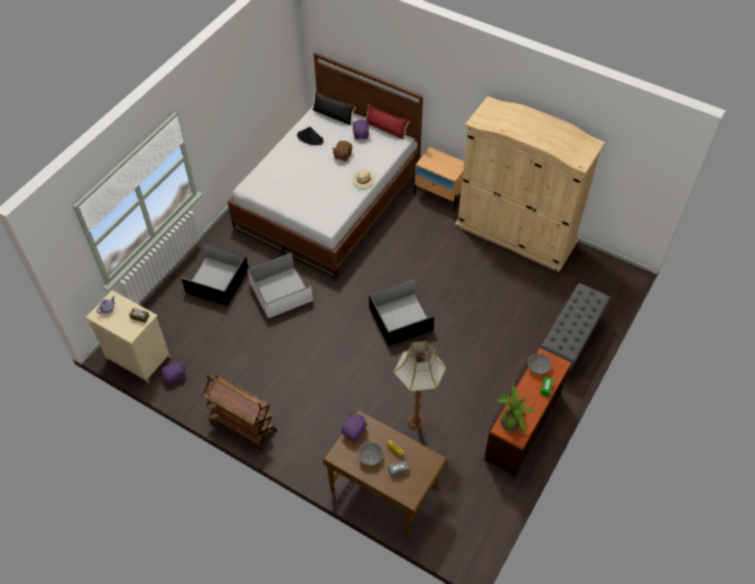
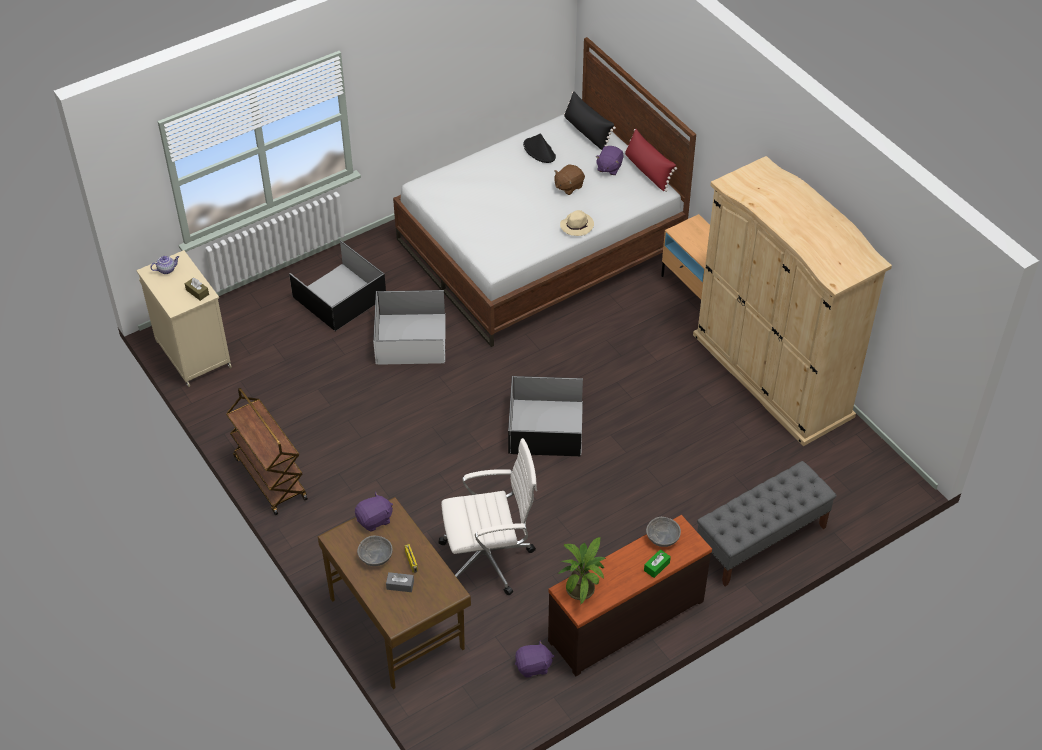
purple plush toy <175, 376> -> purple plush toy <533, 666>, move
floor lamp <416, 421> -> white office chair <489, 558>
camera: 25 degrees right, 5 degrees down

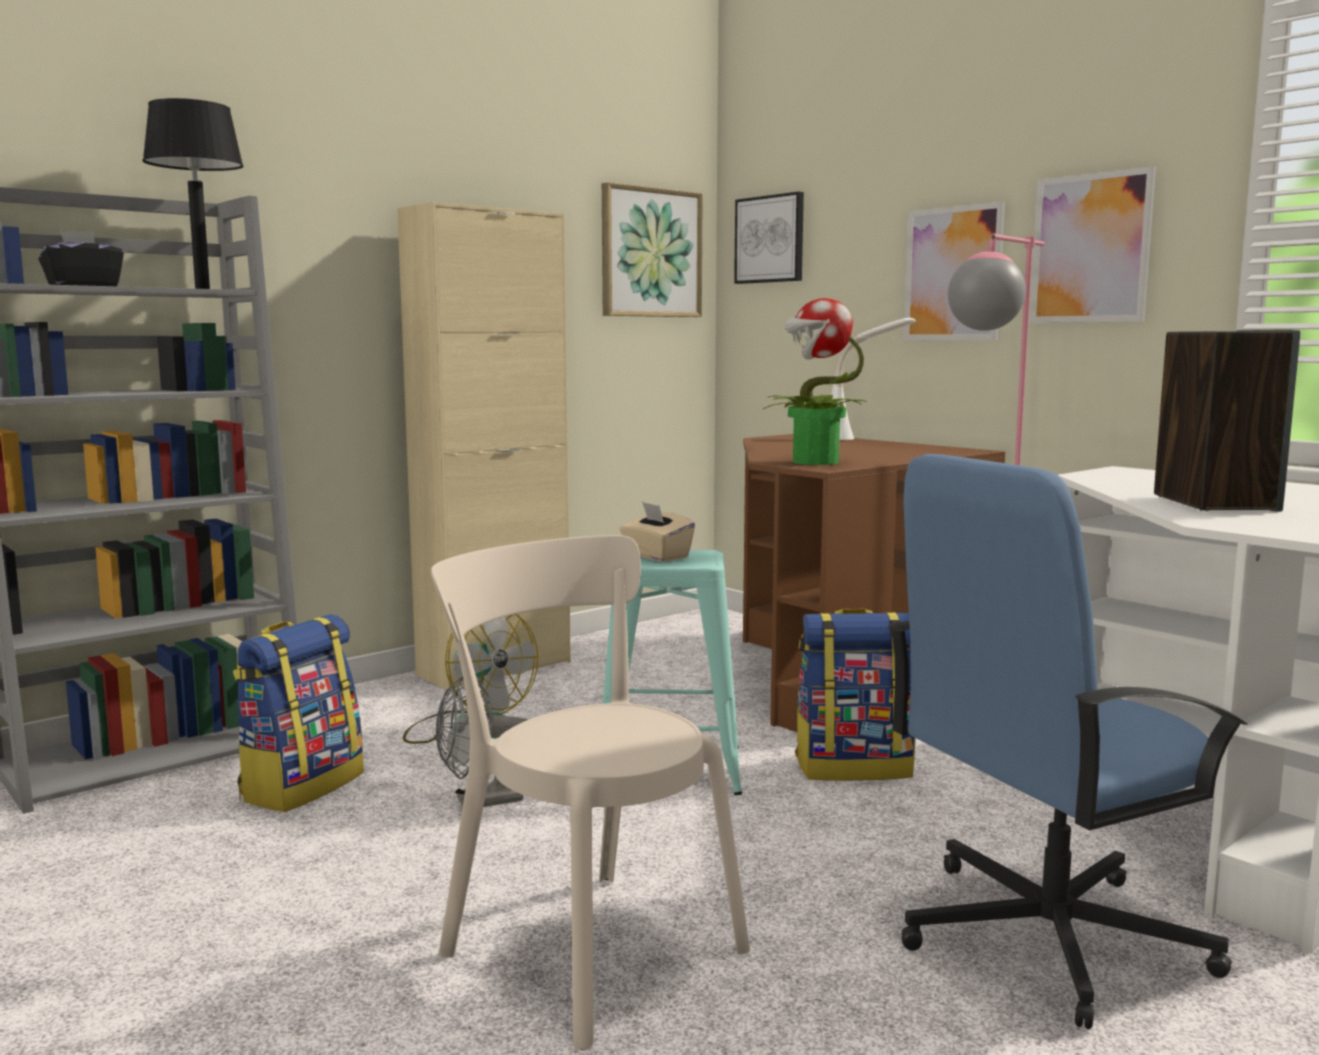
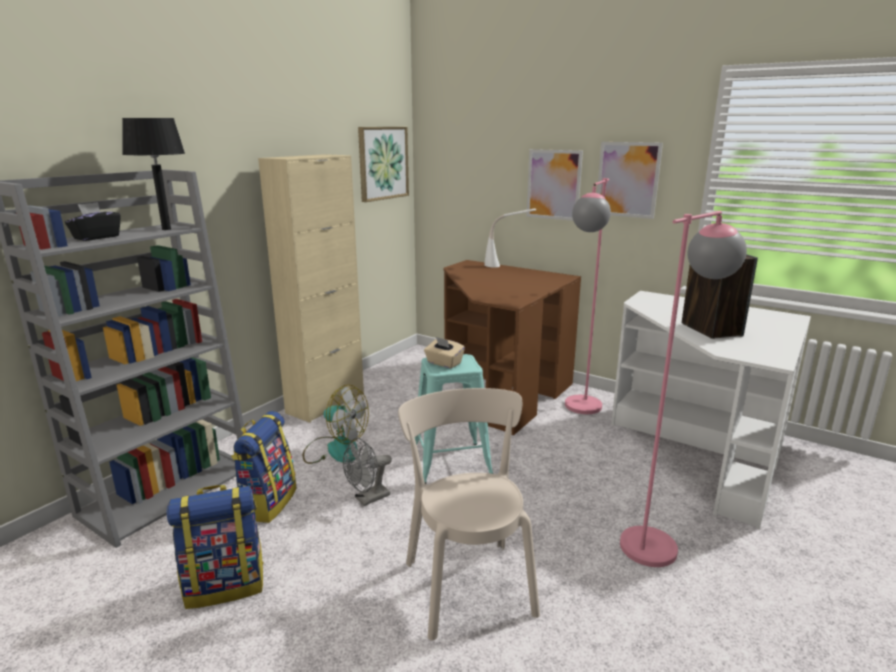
picture <770, 239> -> none
potted plant <813, 462> -> none
backpack <854, 767> -> backpack <226, 585>, move
blue office chair <1045, 936> -> pink floor lamp <658, 538>
beige chair <585, 946> -> beige chair <467, 582>, 45 degrees clockwise
camera: 15 degrees left, 10 degrees up

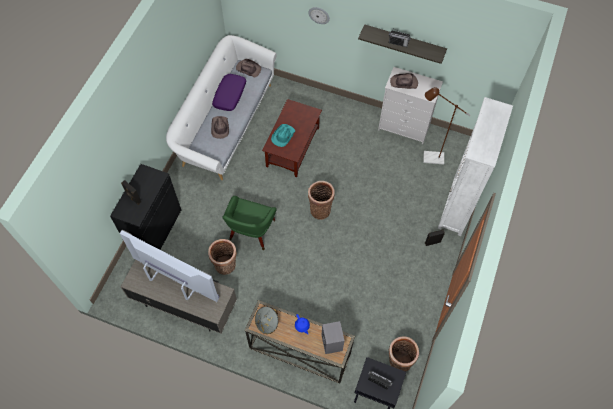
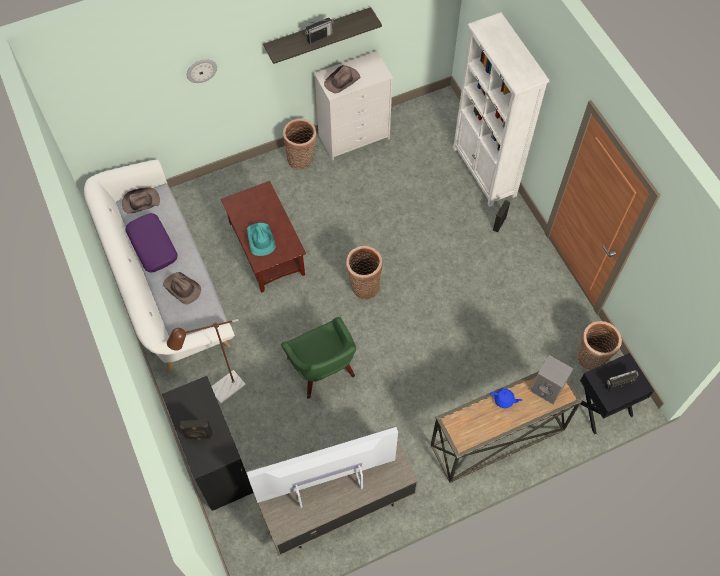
grey hat <267, 323> -> none
basket <225, 266> -> basket <302, 160>, move
brown floor lamp <429, 157> -> brown floor lamp <222, 391>, move
camera: 45 degrees left, 0 degrees up

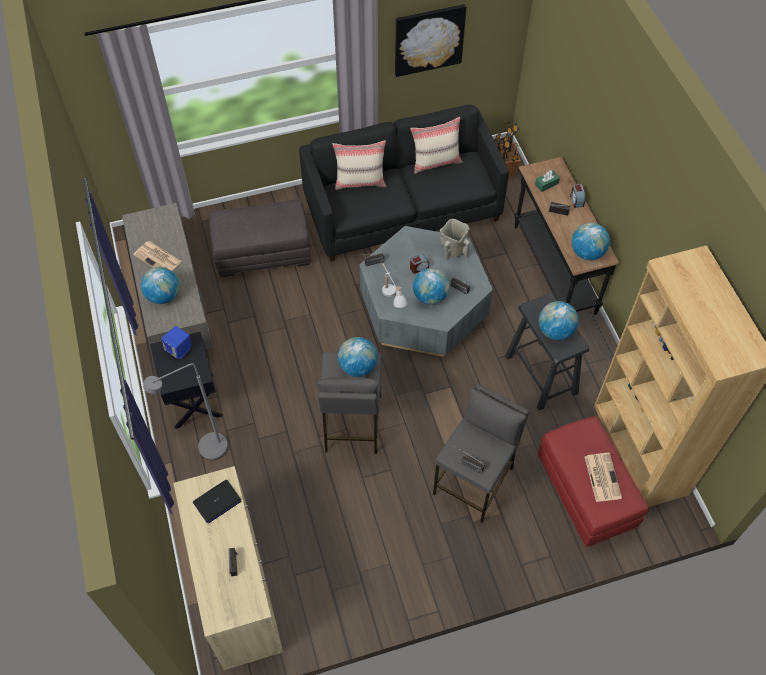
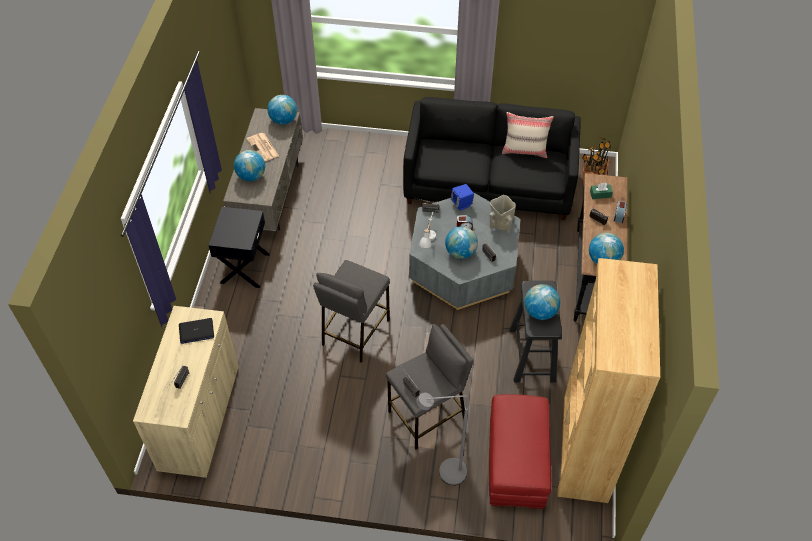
grey ottoman <262, 253> -> none
beige pillow <360, 182> -> none
picture <428, 39> -> none
newspaper <602, 476> -> none
grey floor lamp <205, 451> -> grey floor lamp <445, 473>, move
blue speaker <179, 349> -> blue speaker <462, 204>, move
globe <358, 366> -> globe <283, 120>, move
camera: 25 degrees right, 5 degrees down

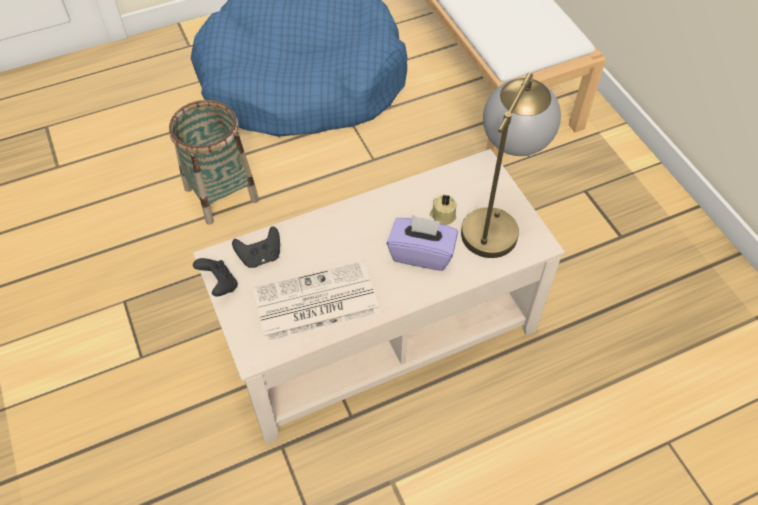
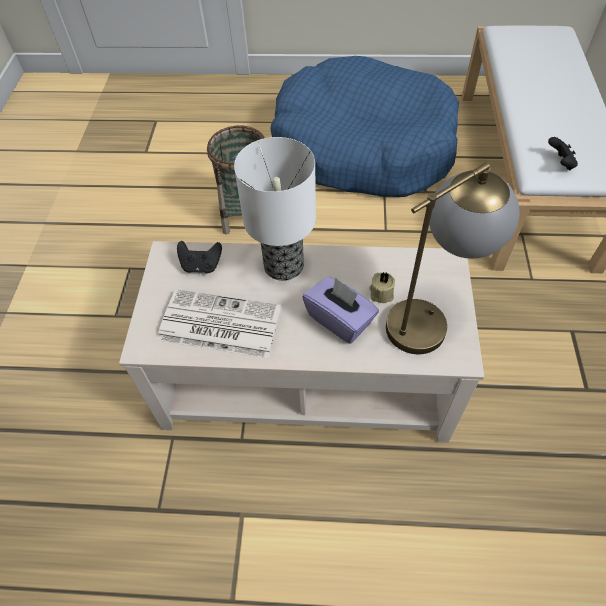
none -> table lamp <285, 266>
black game controller <219, 284> -> black game controller <560, 163>, move
camera: 30 degrees right, 0 degrees up

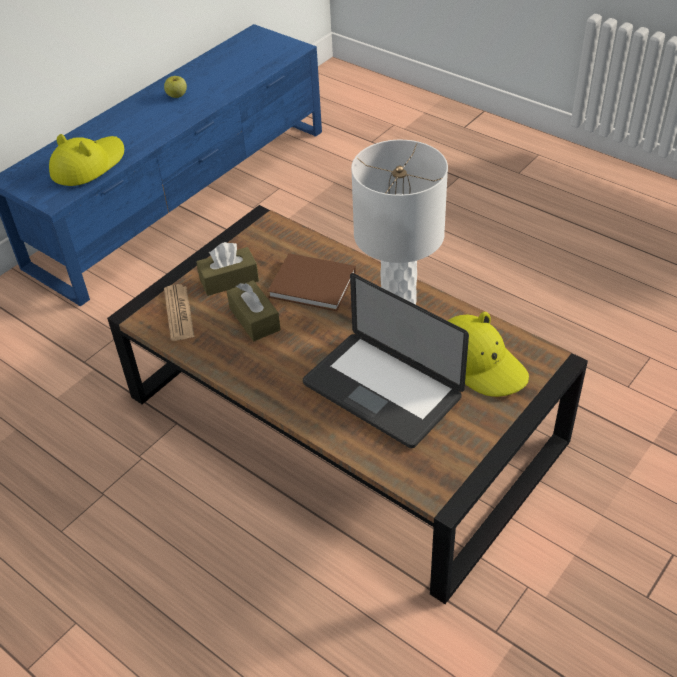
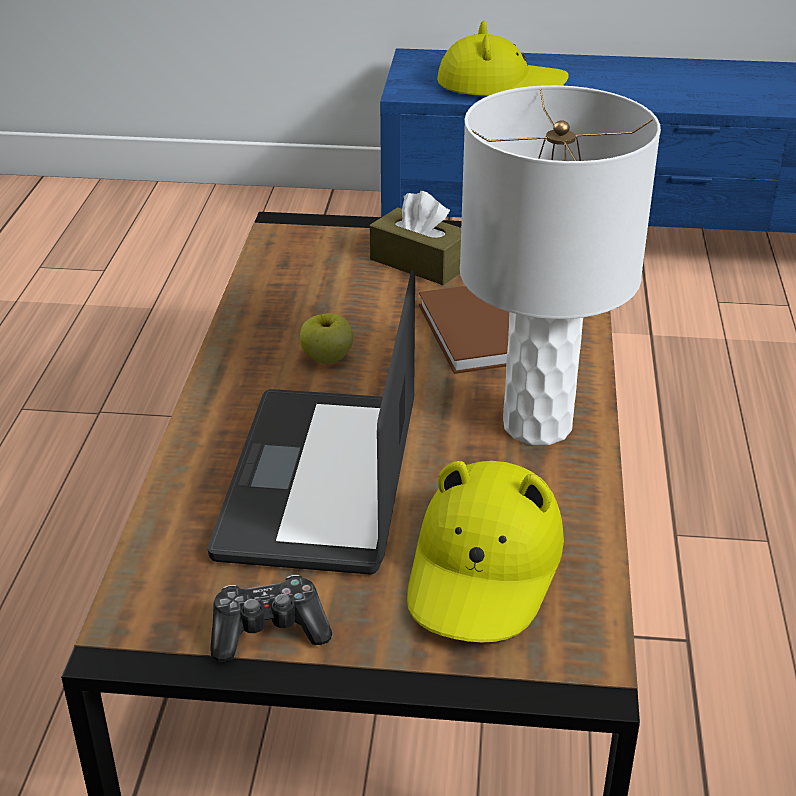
newspaper <179, 313> -> none
brown tissue box <254, 319> -> none
none -> game controller <268, 630>
apple <177, 96> -> apple <327, 358>, move
camera: 55 degrees right, 10 degrees down

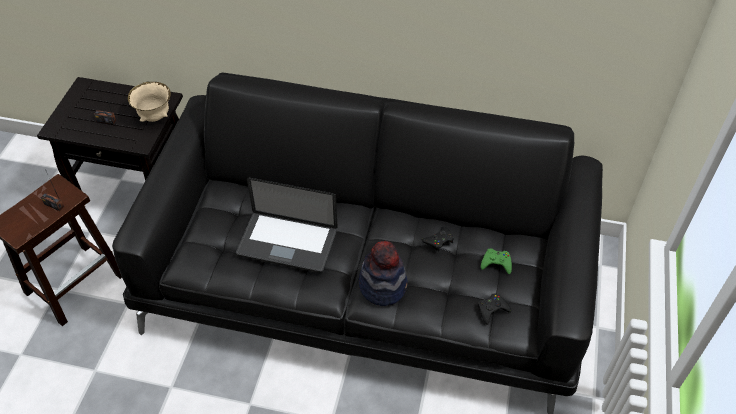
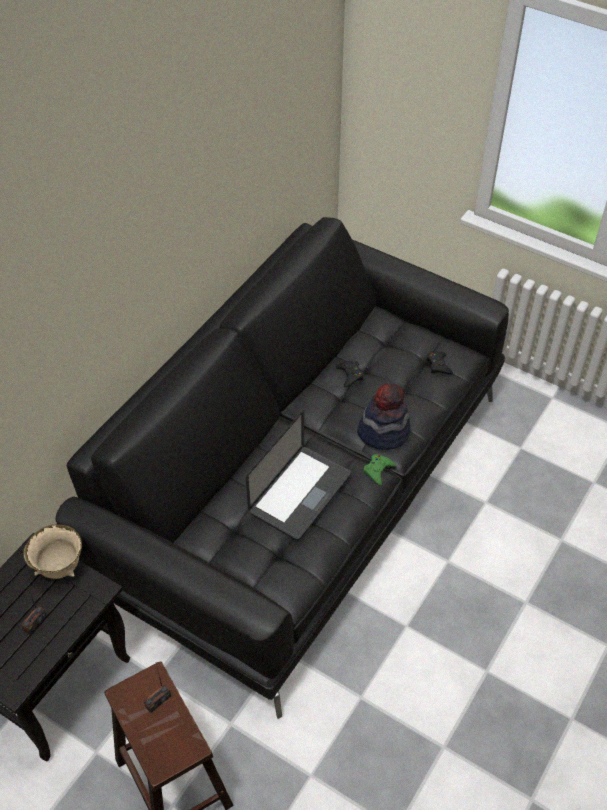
green game controller <496, 263> -> green game controller <378, 471>, move
camera: 70 degrees left, 0 degrees up

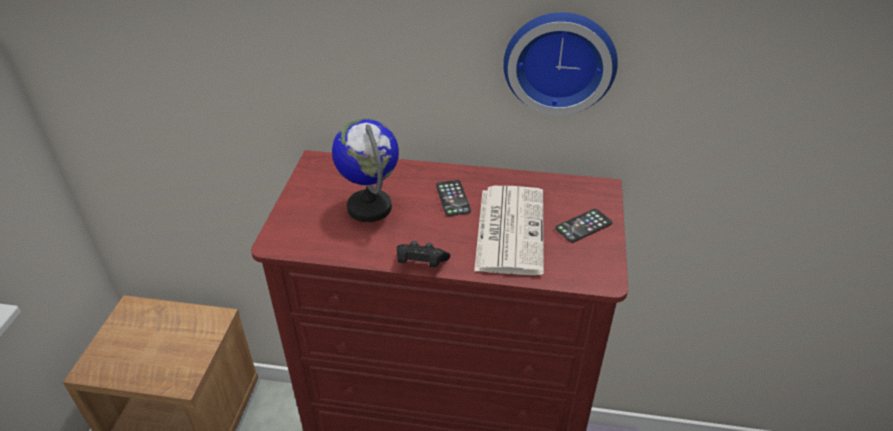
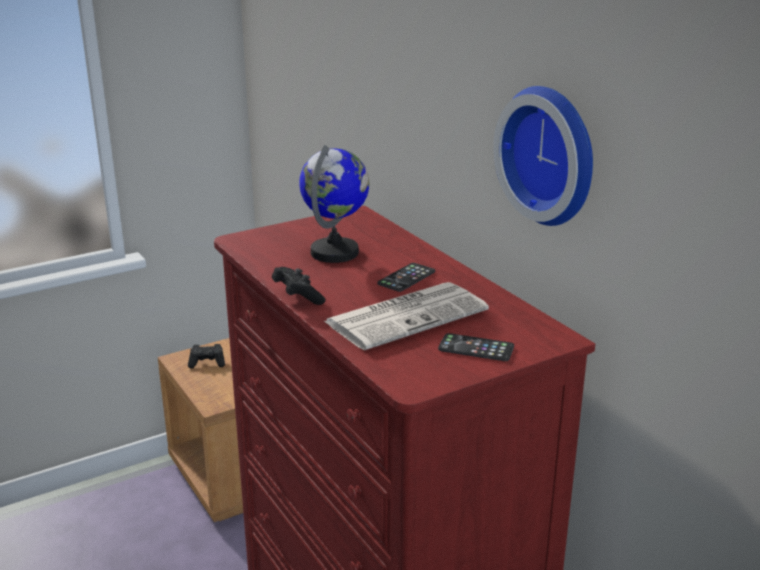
none -> black game controller <207, 363>
camera: 50 degrees right, 15 degrees down

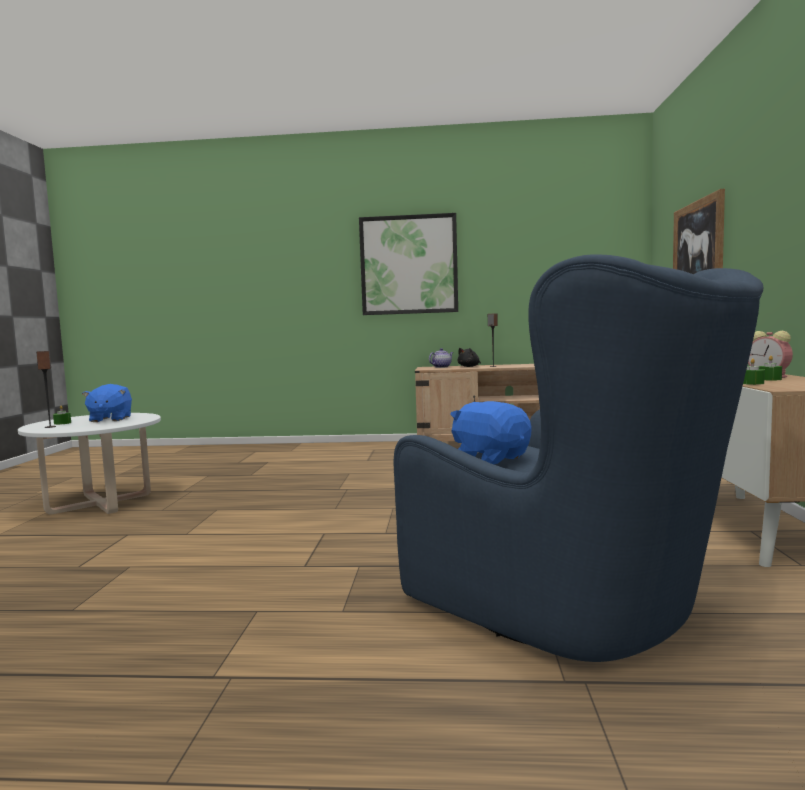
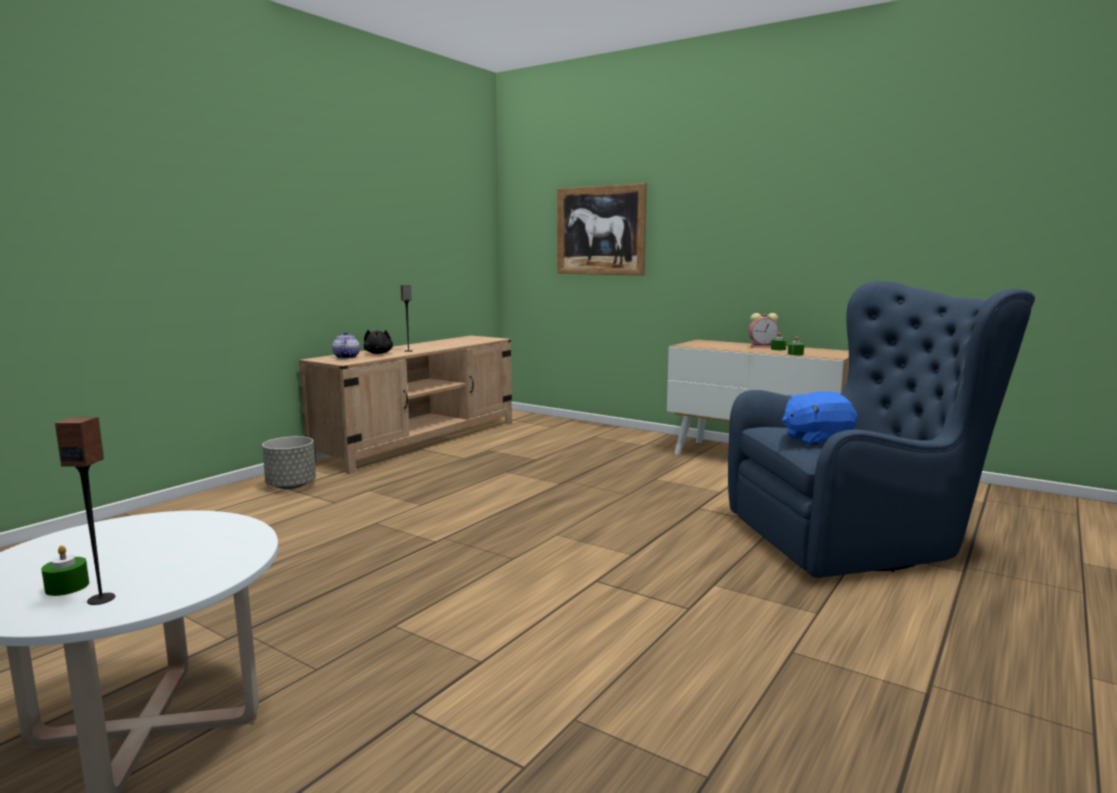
blue plush toy <110, 419> -> none
picture <409, 265> -> none
none -> grey planter <291, 486>
camera: 60 degrees left, 5 degrees up

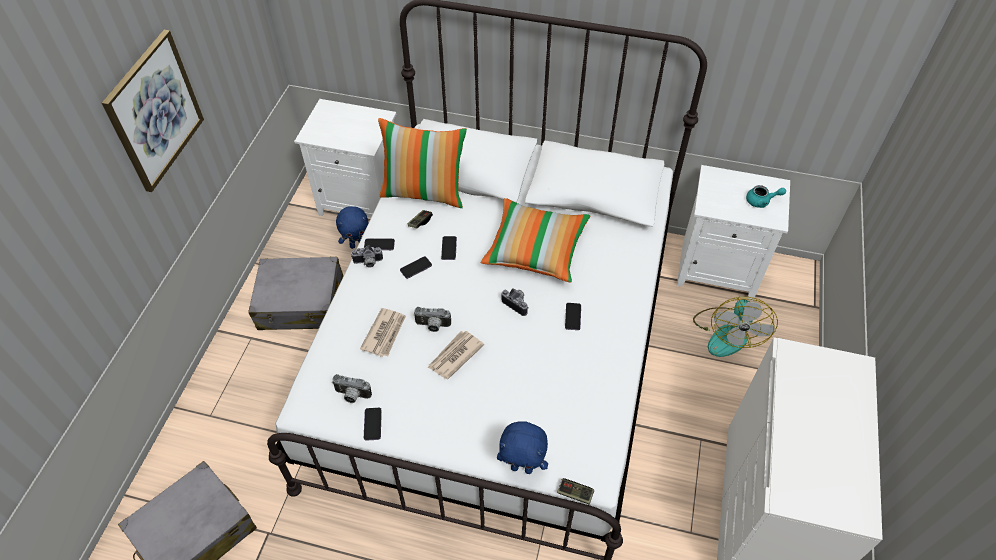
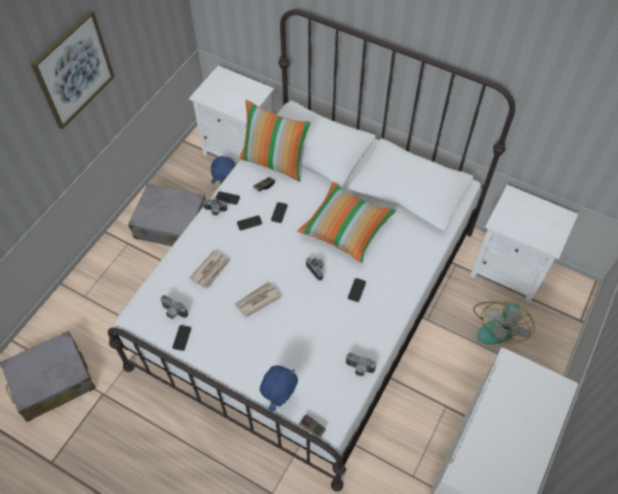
turquoise teapot <761, 201> -> none
photo camera <432, 326> -> photo camera <359, 369>, move
blue plush toy <522, 467> -> blue plush toy <280, 398>, 90 degrees counterclockwise
camera: 15 degrees right, 5 degrees up

